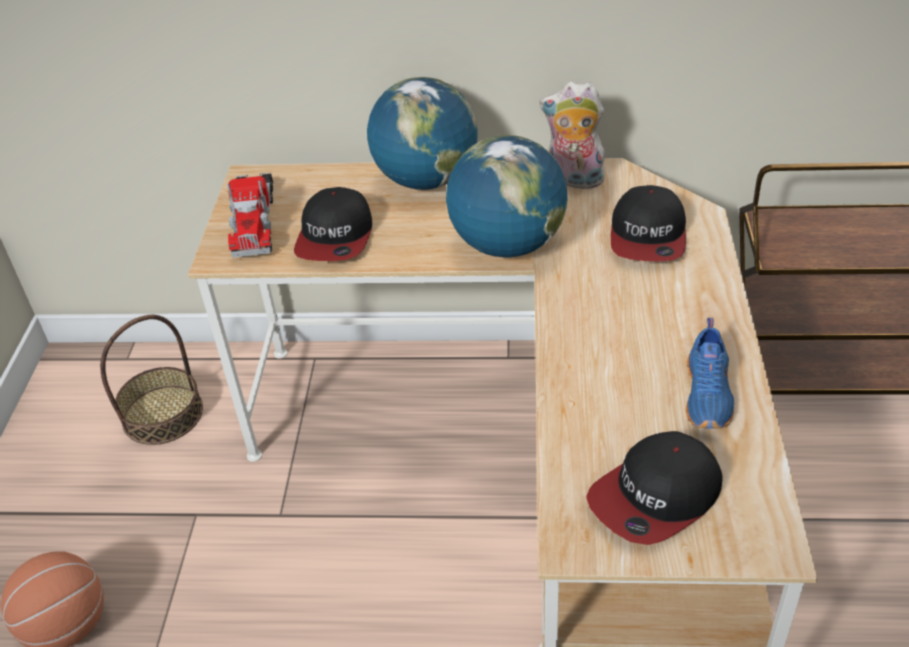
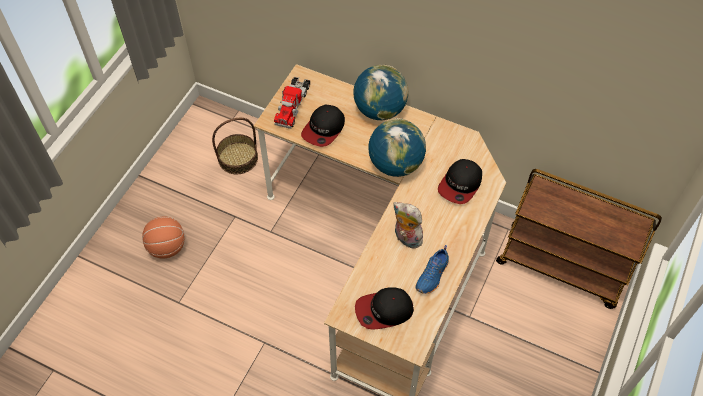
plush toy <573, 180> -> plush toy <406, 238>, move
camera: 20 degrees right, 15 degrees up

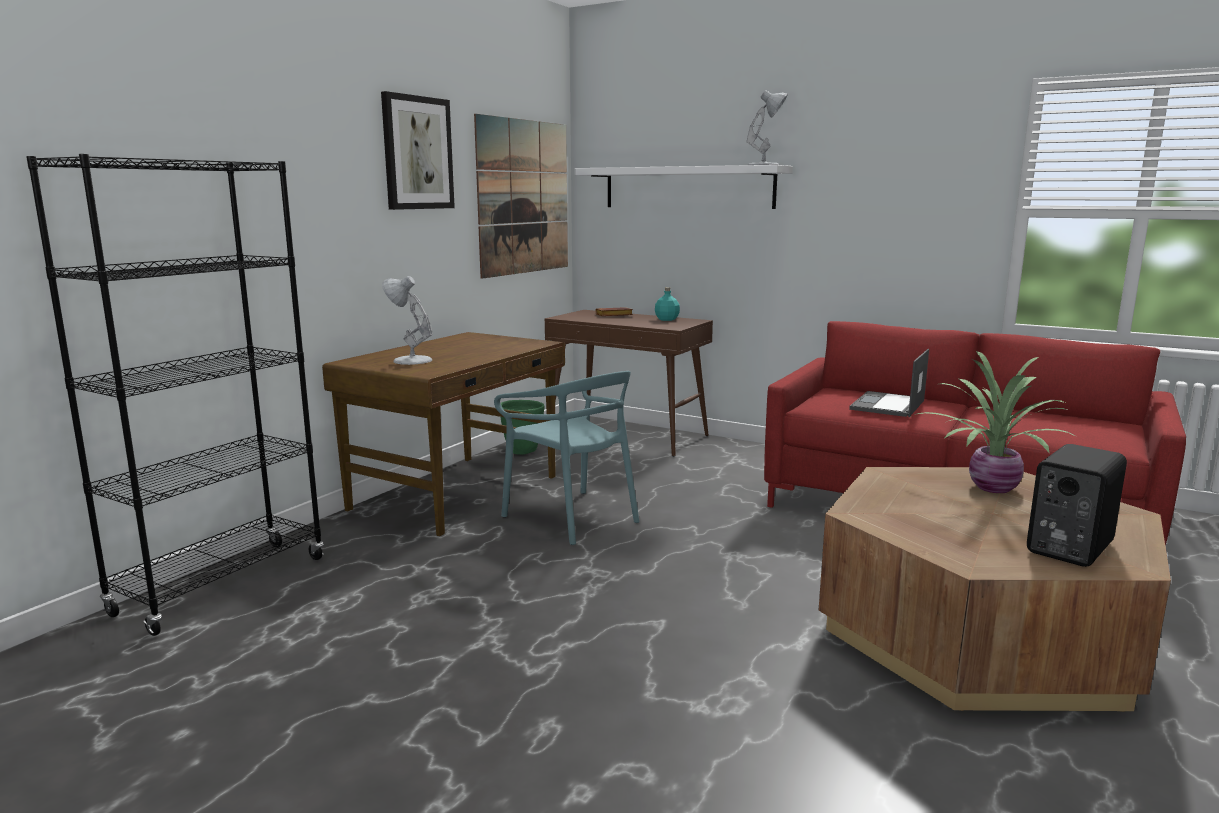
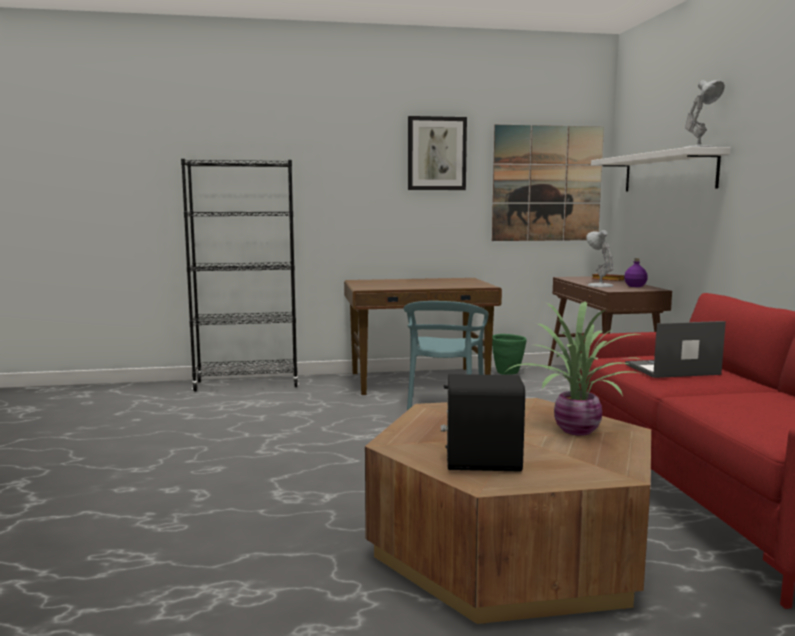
white table lamp <410, 360> -> white table lamp <599, 285>, move
turquoise bottle <666, 319> -> purple bottle <634, 286>
camera: 50 degrees right, 5 degrees down

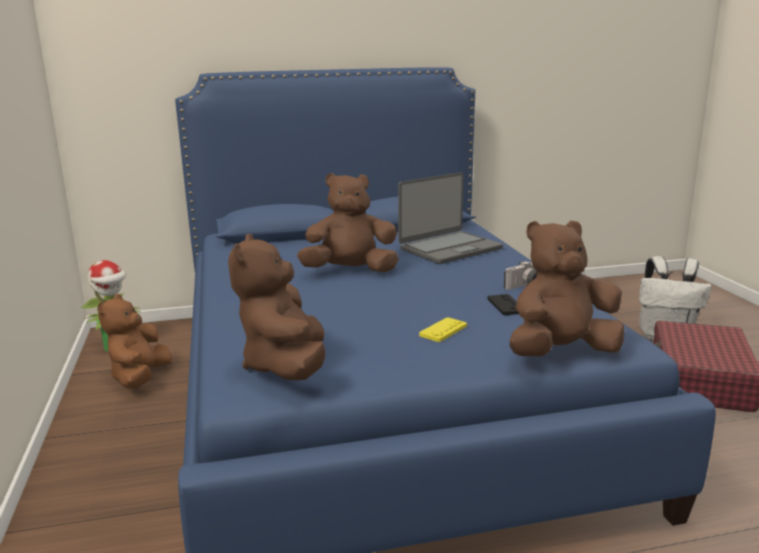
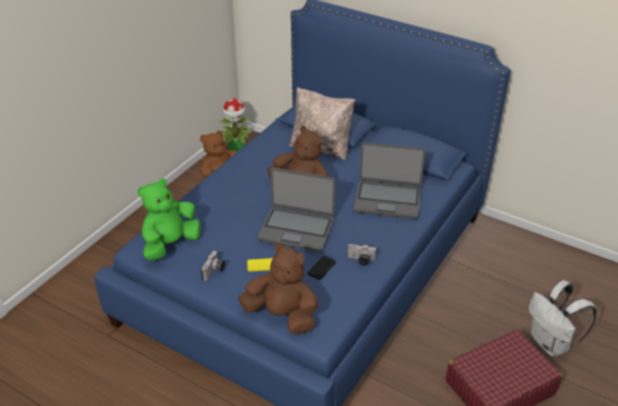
none -> photo camera <214, 271>
none -> laptop <296, 229>
none -> beige pillow <321, 147>
brown plush toy <286, 366> -> green plush toy <170, 244>
camera: 45 degrees right, 20 degrees up

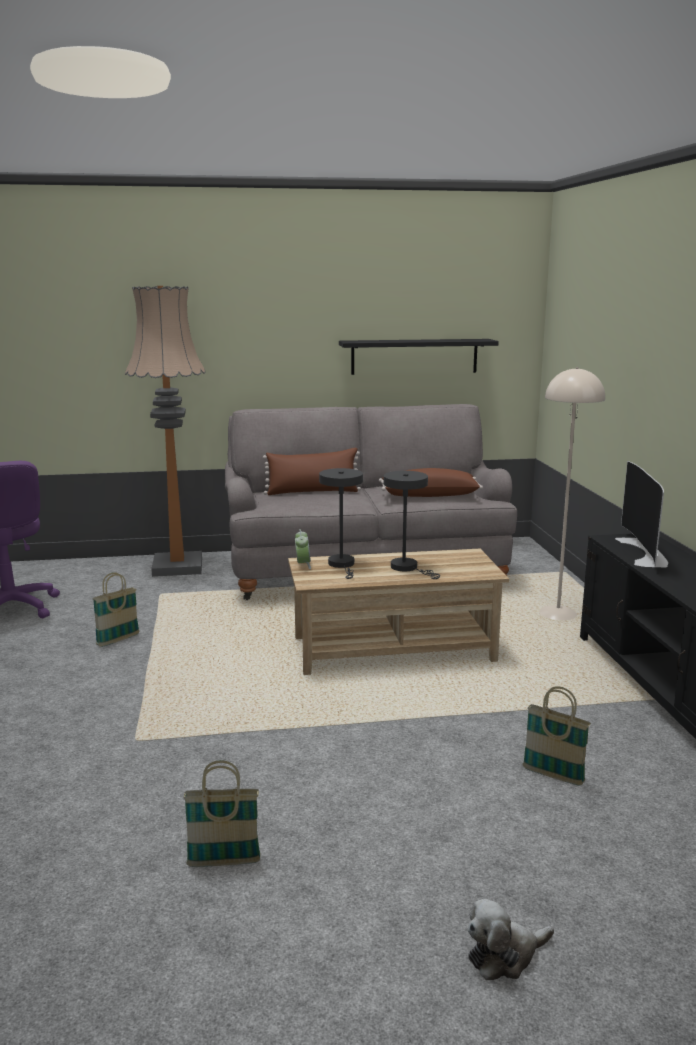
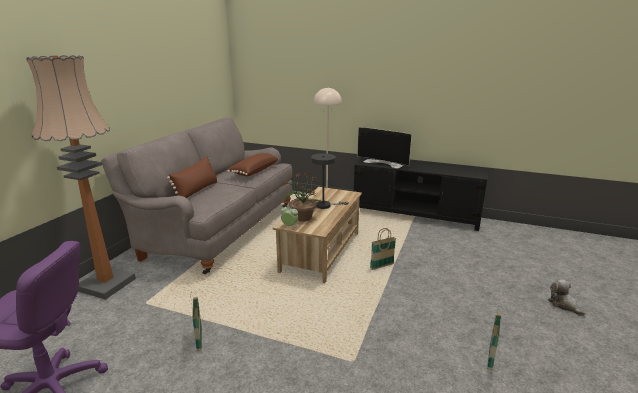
black shelf <414, 356> -> none
basket <553, 775> -> basket <382, 266>, move
grey table lamp <342, 565> -> potted plant <303, 217>
plush toy <505, 955> -> plush toy <563, 305>, 150 degrees clockwise
camera: 60 degrees left, 5 degrees up

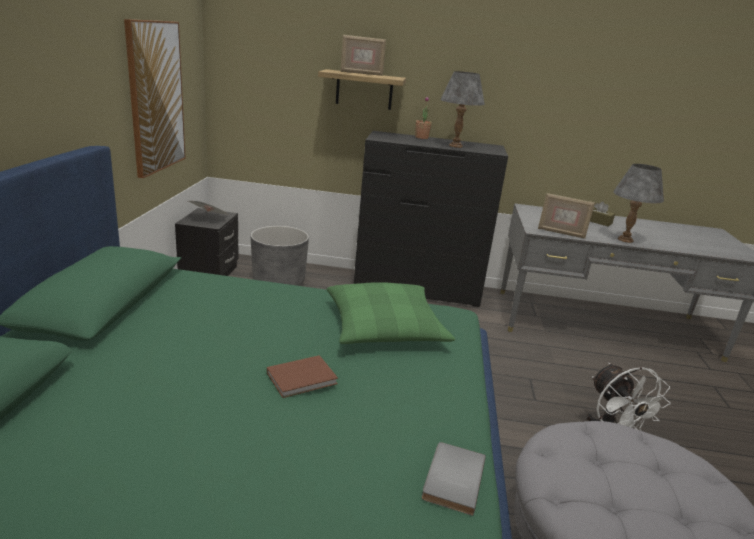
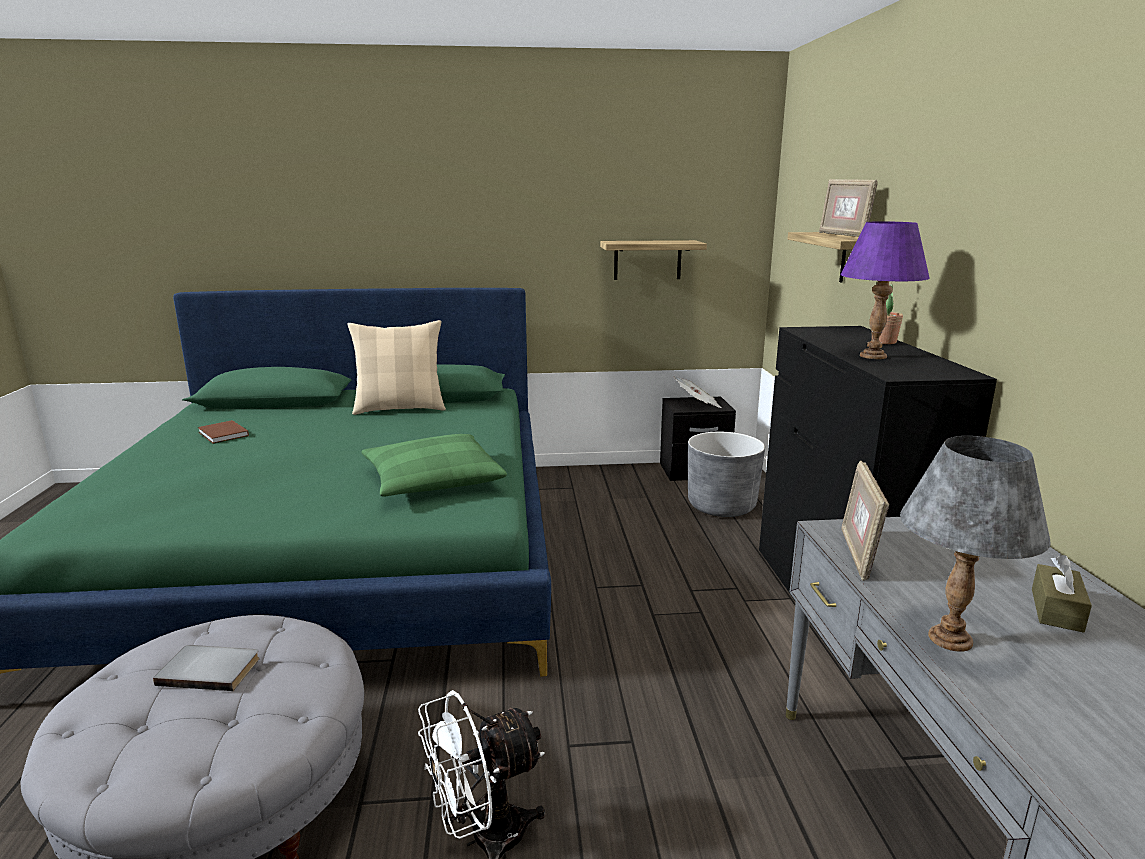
none -> beige pillow <400, 408>
brown book <303, 378> -> brown book <223, 434>, move
grey book <451, 478> -> grey book <211, 669>, move
picture <156, 97> -> shelf <647, 260>
grey table lamp <455, 146> -> purple table lamp <873, 356>
camera: 80 degrees right, 5 degrees down

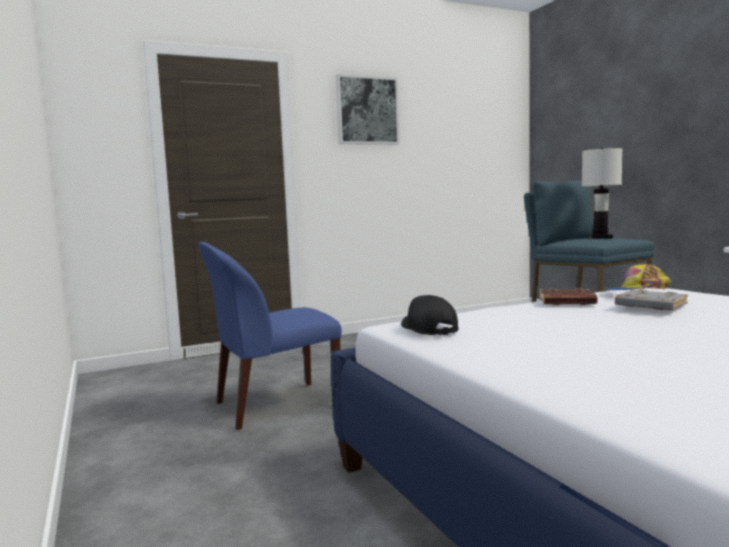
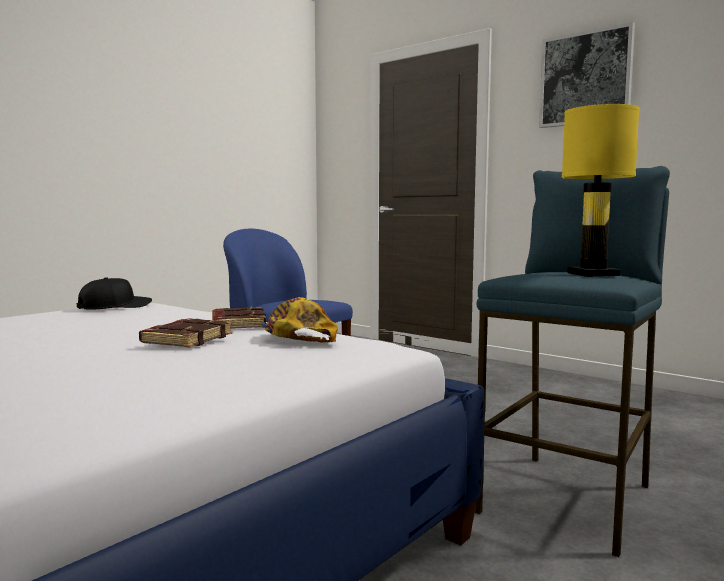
white table lamp <600, 237> -> yellow table lamp <593, 274>
grey book <649, 305> -> brown book <187, 339>
camera: 65 degrees right, 0 degrees up

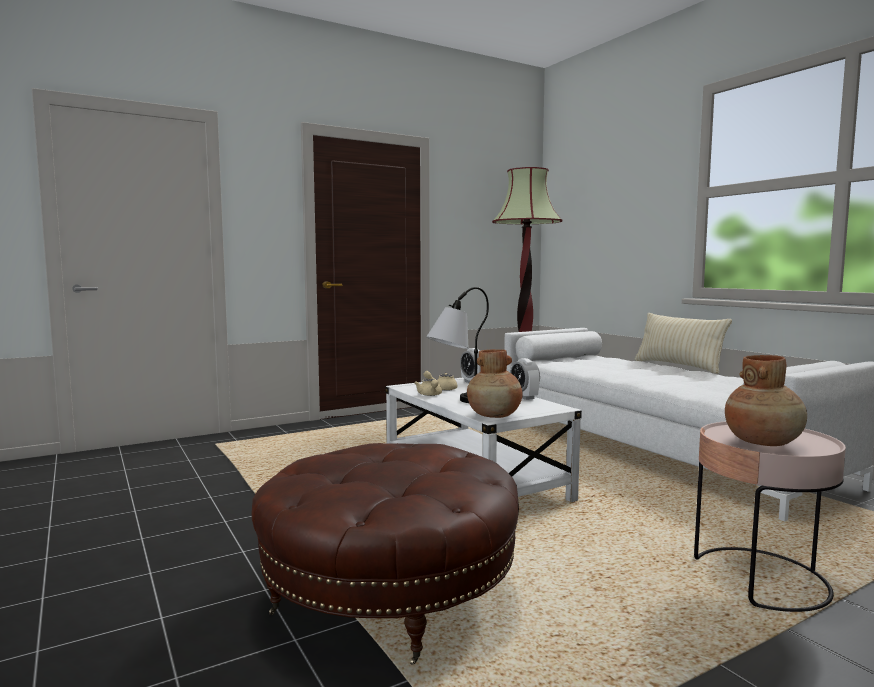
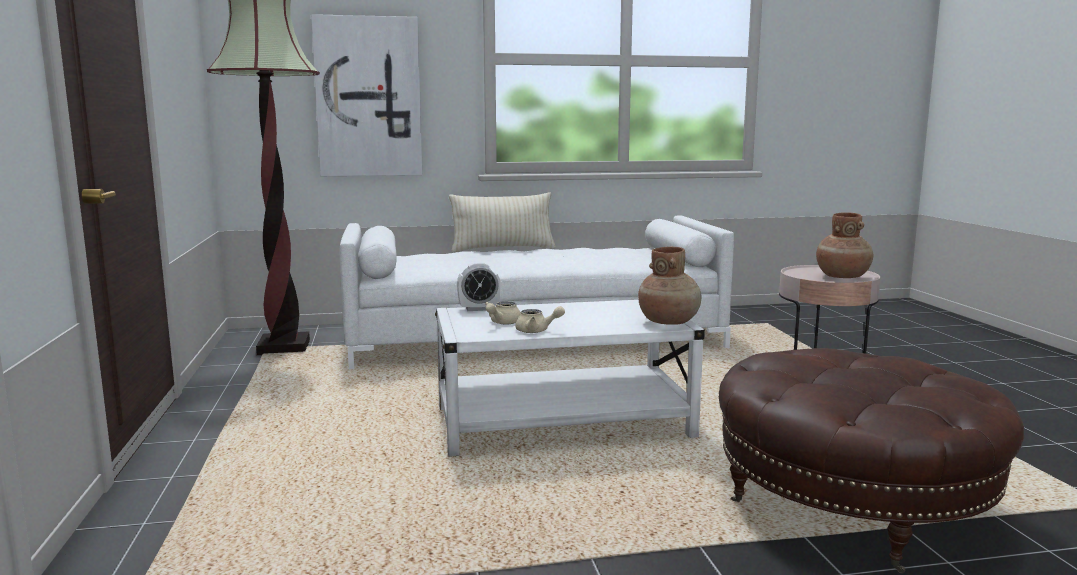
table lamp <458, 403> -> none
alarm clock <524, 397> -> none
none -> picture <368, 97>
camera: 70 degrees left, 5 degrees up

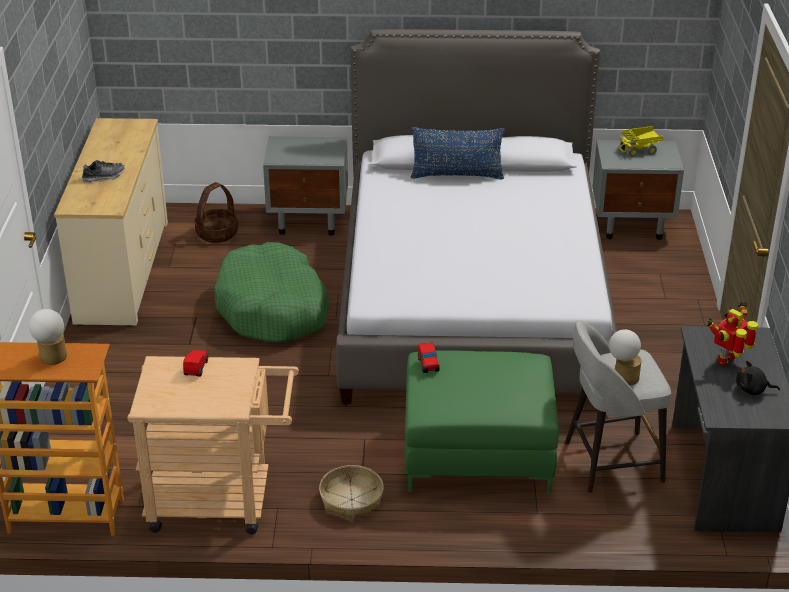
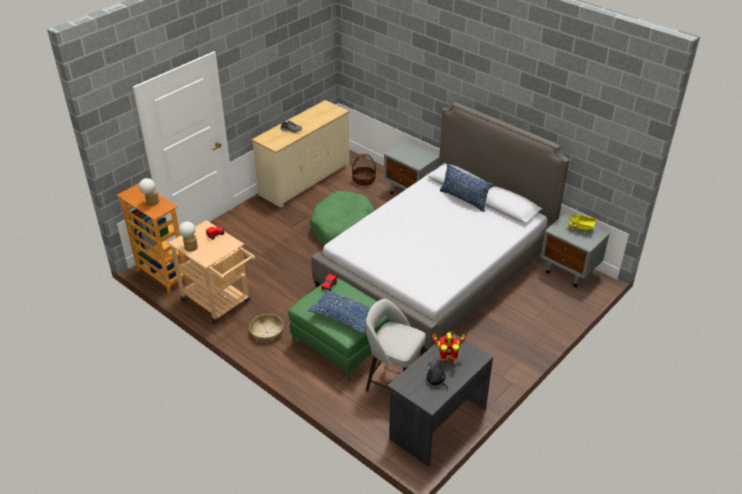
none -> blue pillow <344, 317>
table lamp <622, 377> -> table lamp <190, 246>, move
camera: 40 degrees right, 5 degrees up

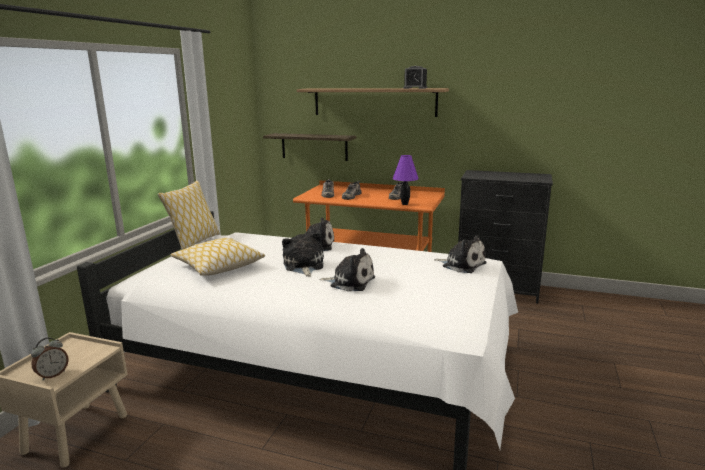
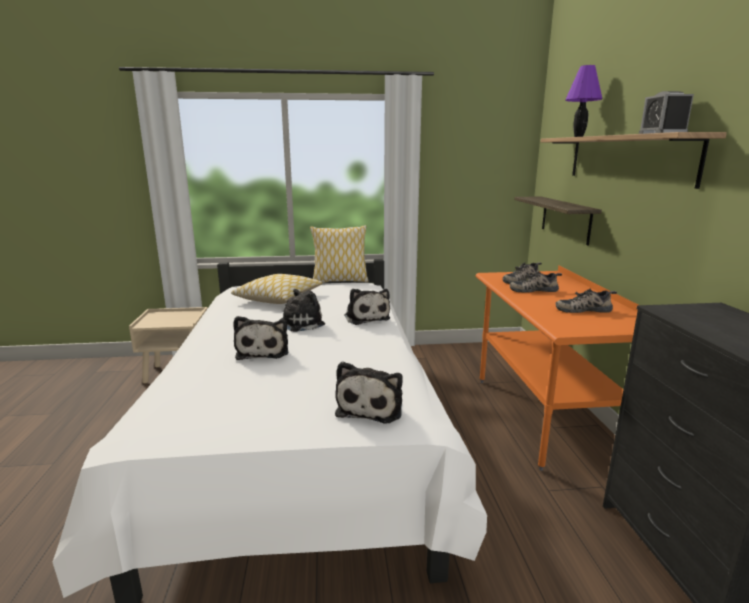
alarm clock <52, 375> -> none
purple table lamp <404, 204> -> purple table lamp <578, 137>, move
camera: 65 degrees right, 0 degrees up

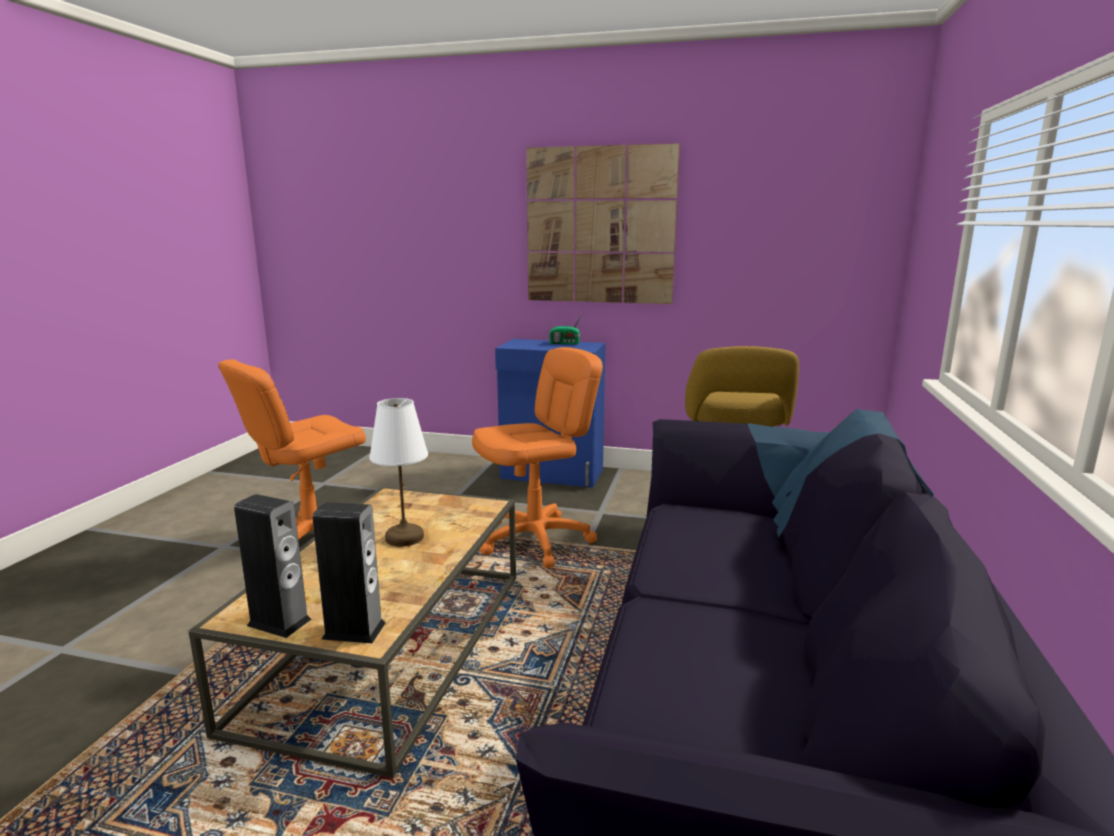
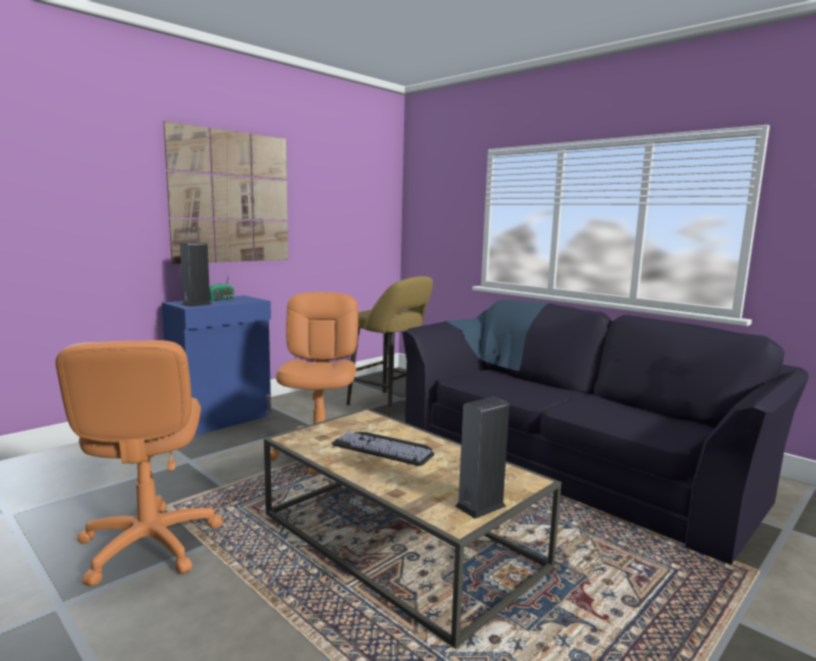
speaker <354, 631> -> speaker <196, 304>, move
white table lamp <405, 538> -> keyboard <386, 447>
camera: 60 degrees left, 5 degrees down

